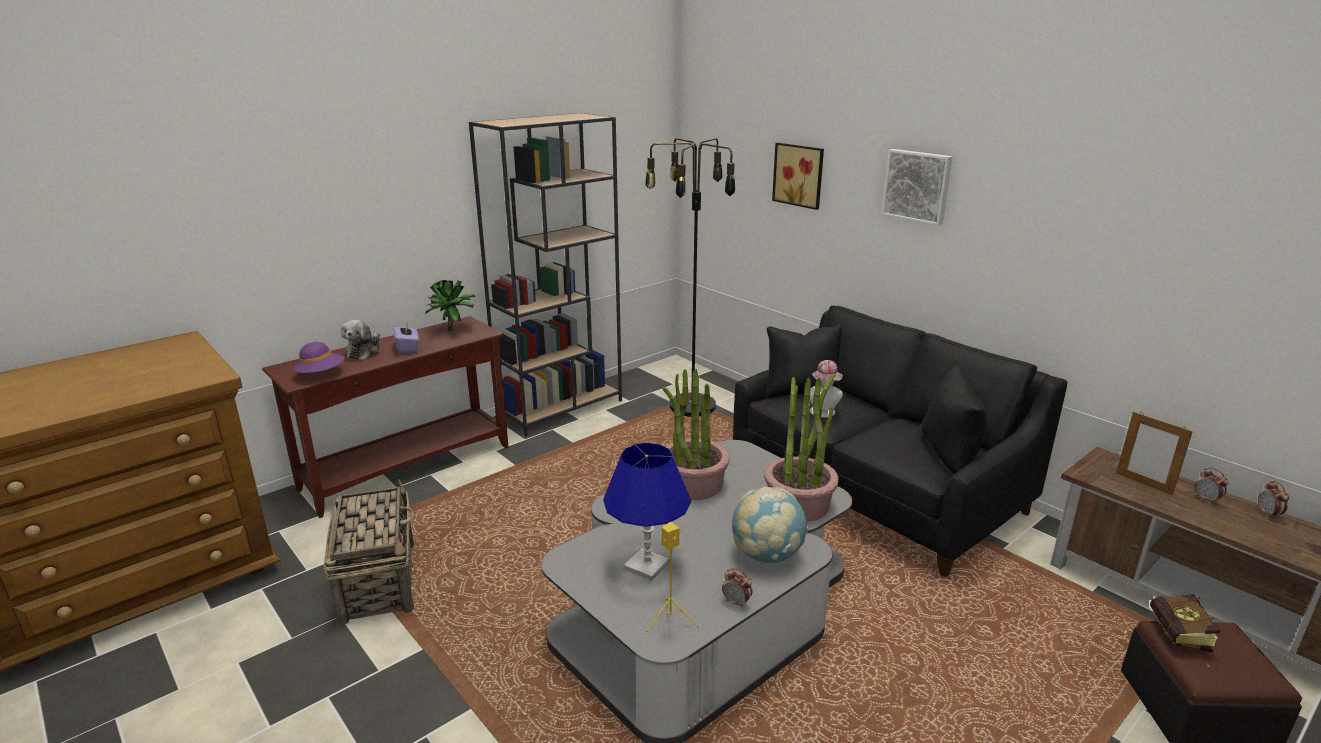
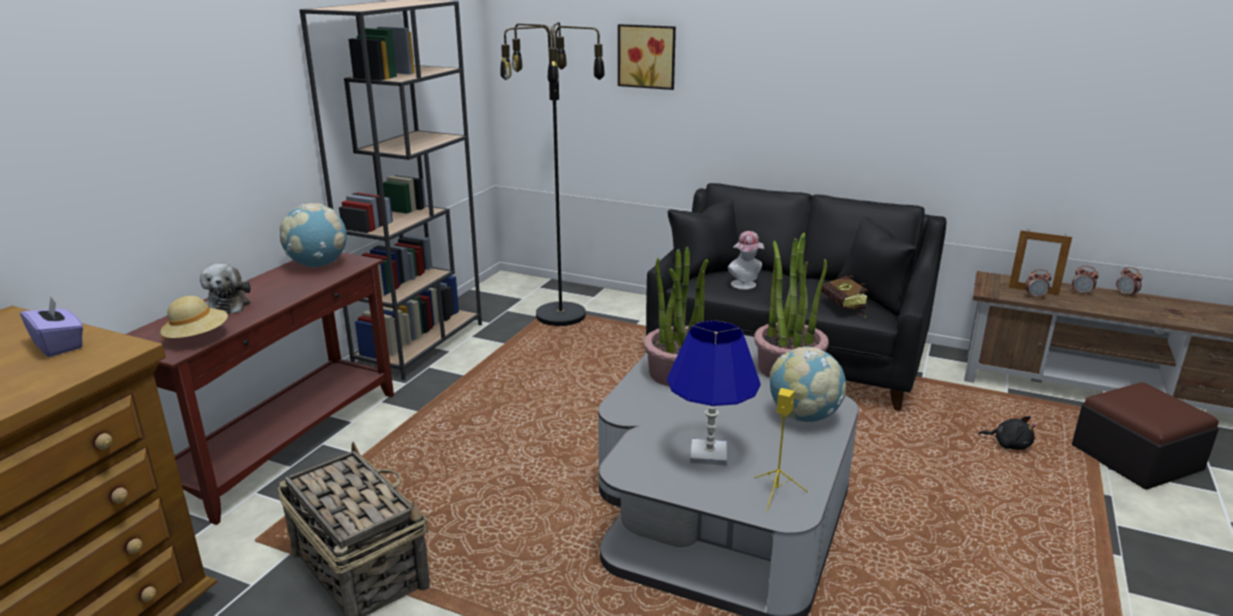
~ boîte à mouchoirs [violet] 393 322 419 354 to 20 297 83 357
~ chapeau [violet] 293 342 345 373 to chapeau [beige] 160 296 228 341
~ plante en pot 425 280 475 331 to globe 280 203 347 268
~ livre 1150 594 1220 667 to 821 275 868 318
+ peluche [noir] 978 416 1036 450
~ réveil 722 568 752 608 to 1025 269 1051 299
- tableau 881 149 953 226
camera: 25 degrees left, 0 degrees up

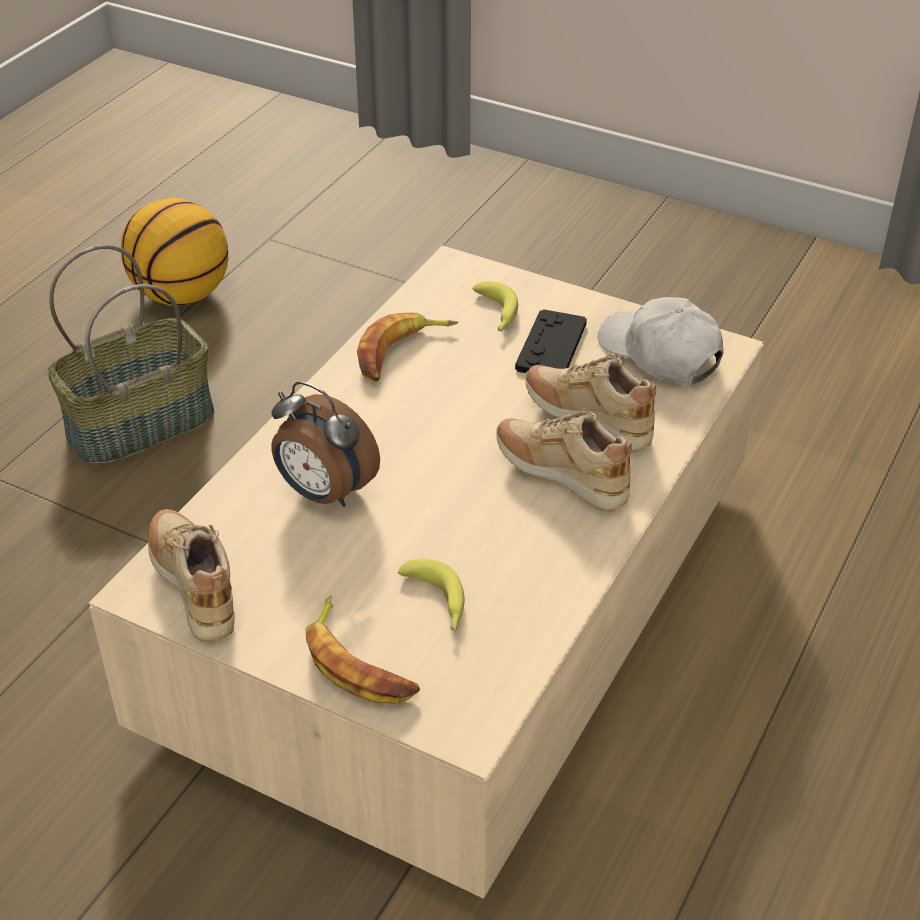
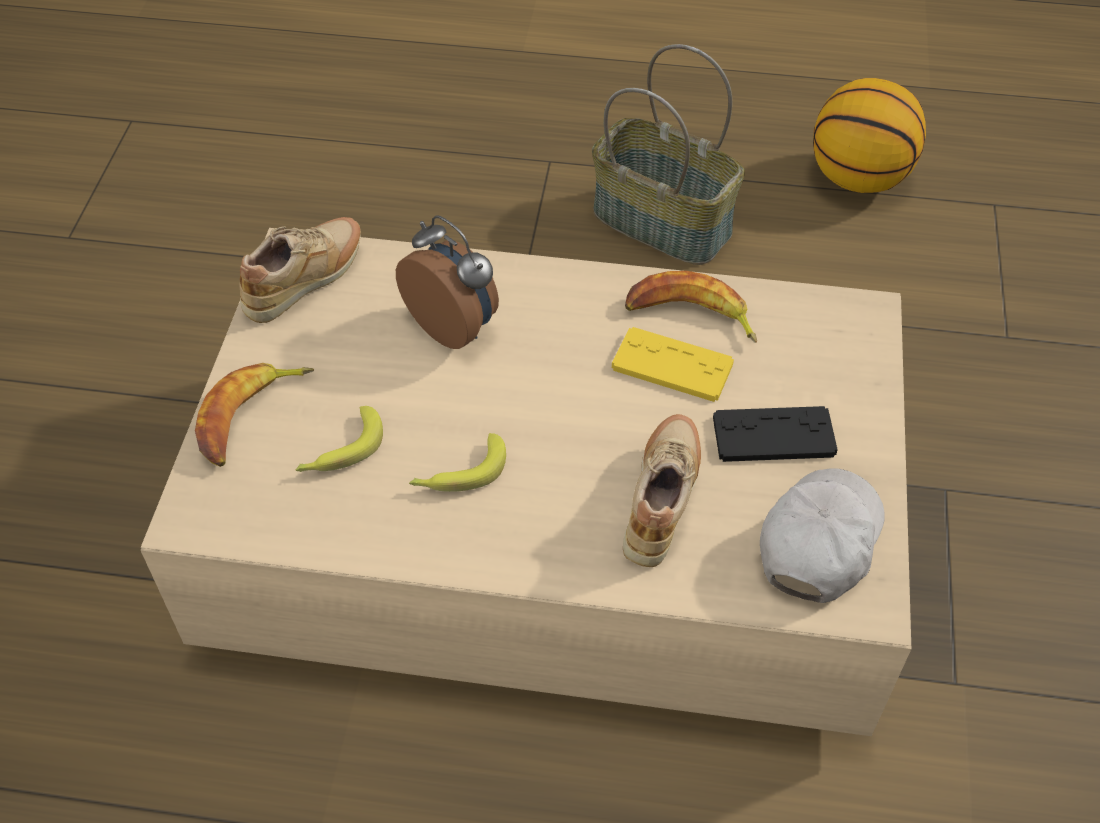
~ réveil 271 381 380 507 = 396 215 499 349 120 degrees clockwise
~ banane 472 281 518 332 to 409 433 506 492
+ manette [jaune] 612 327 734 402
- chaussure [beige] 496 409 632 511
camera: 70 degrees right, 10 degrees up

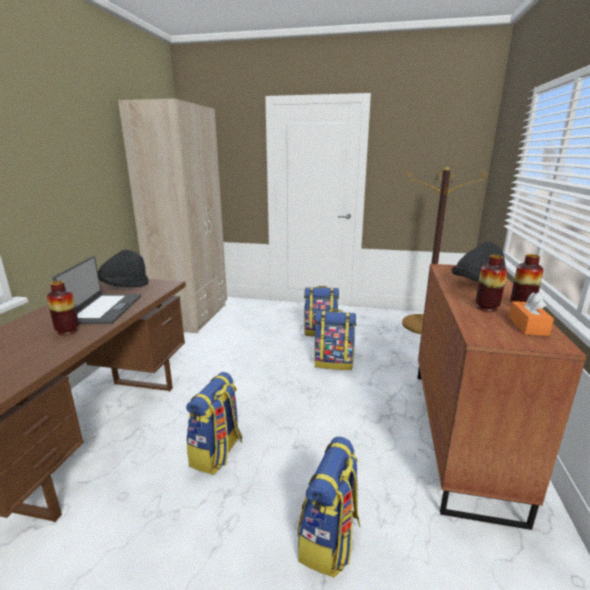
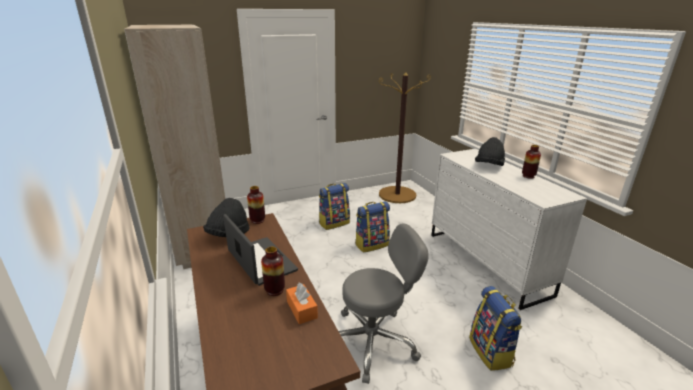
~ vase 475 255 507 312 to 247 186 265 224
~ boîte à mouchoirs [orange] 509 292 554 336 to 286 283 318 324
~ sac à dos 186 372 242 475 to chaise de bureau [gris] 339 223 429 384
~ commode [marron] 417 264 587 530 to commode [blanc] 431 149 587 310
camera: 35 degrees left, 5 degrees up

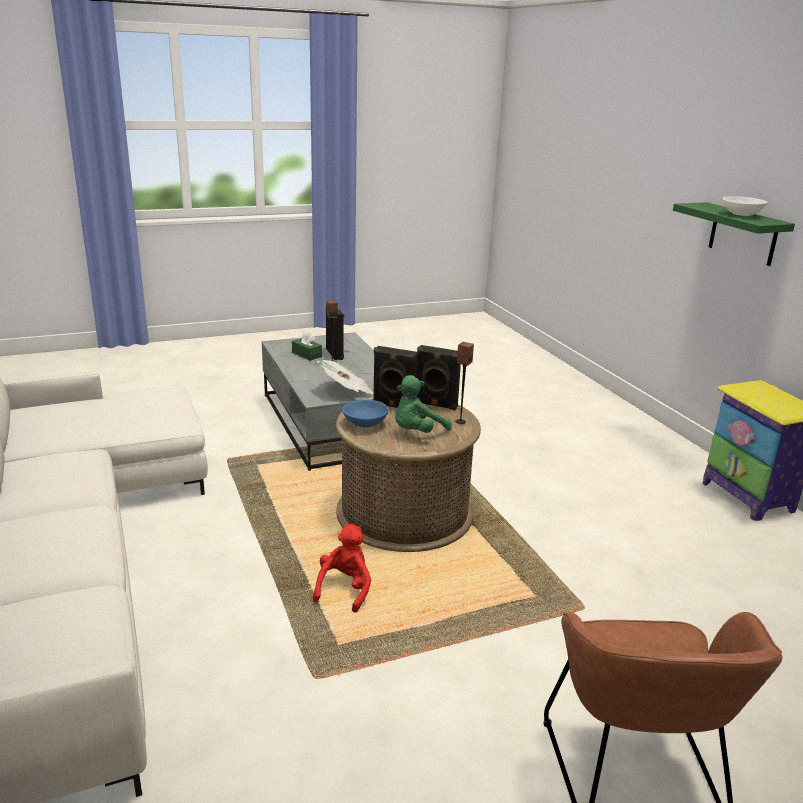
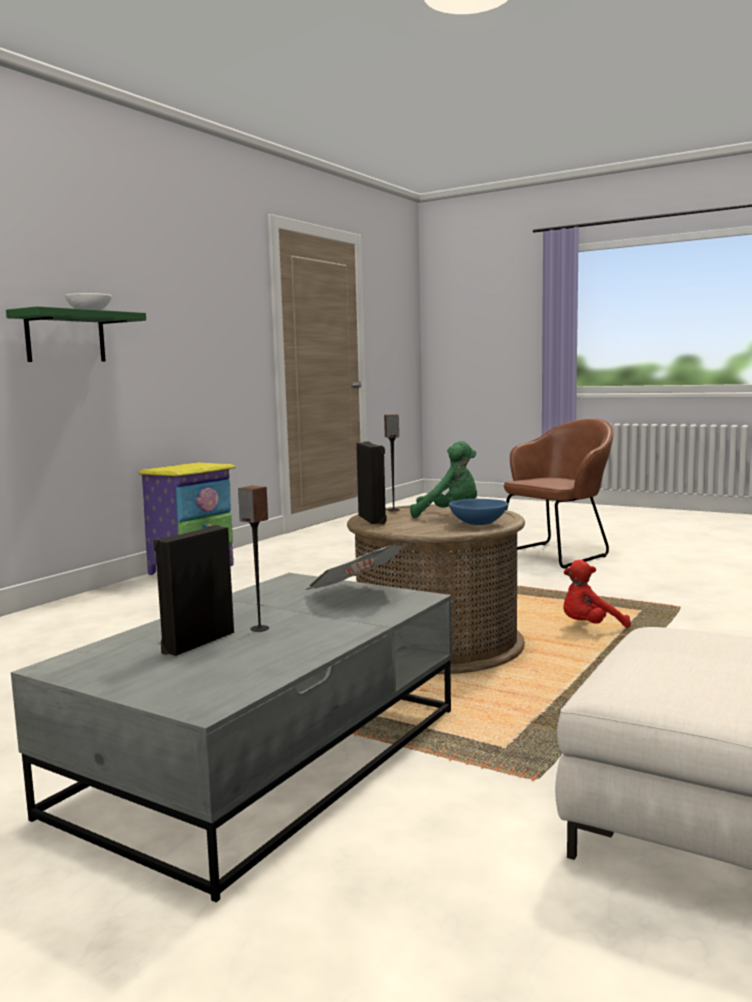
- boîte à mouchoirs [vert] 292 331 322 361
- enceinte [noir] 373 346 418 408
camera: 125 degrees left, 15 degrees down

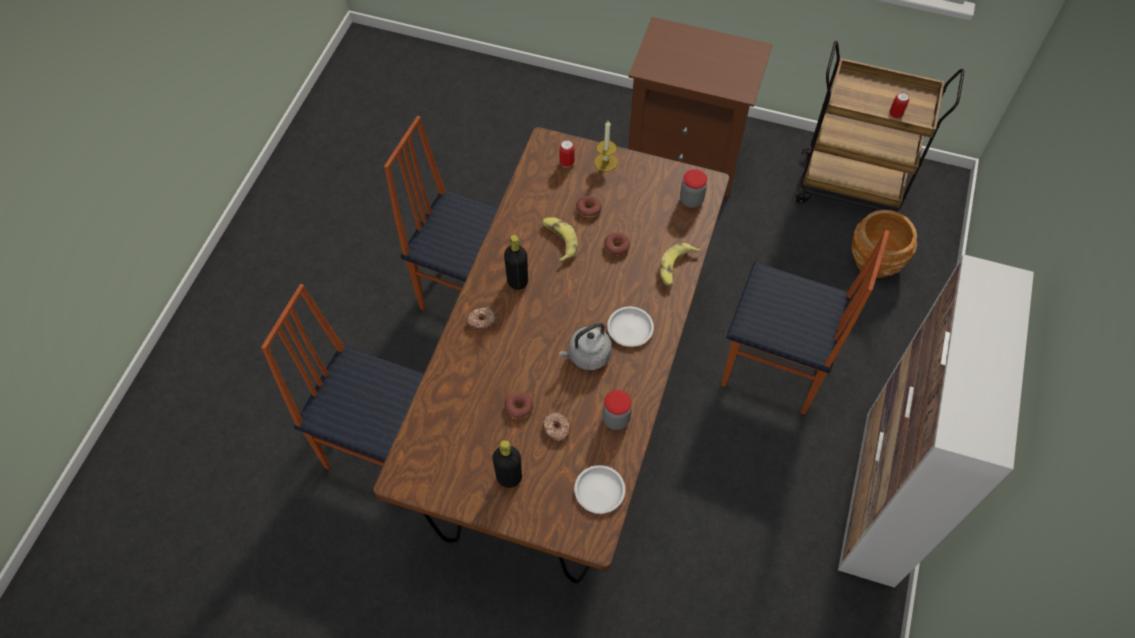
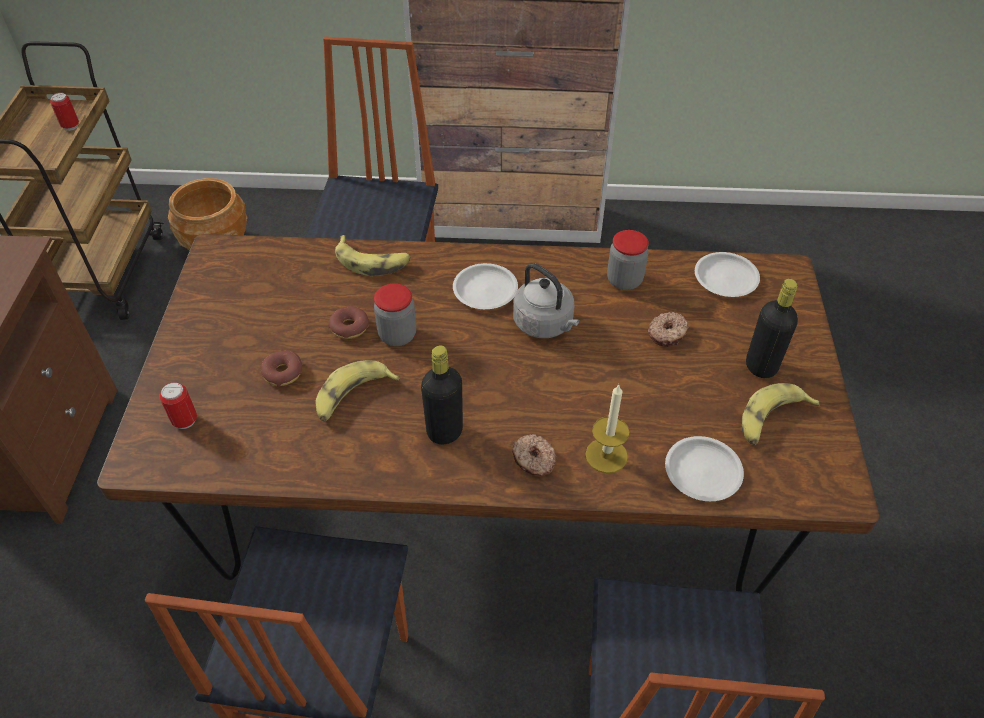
~ bocal 680 169 707 208 to 374 283 416 346
~ bougie 594 121 617 172 to 585 384 629 473
+ assiette [blanc] 665 436 744 501
+ banane 741 383 820 445
- beignet 505 392 533 419
camera: 105 degrees left, 10 degrees down

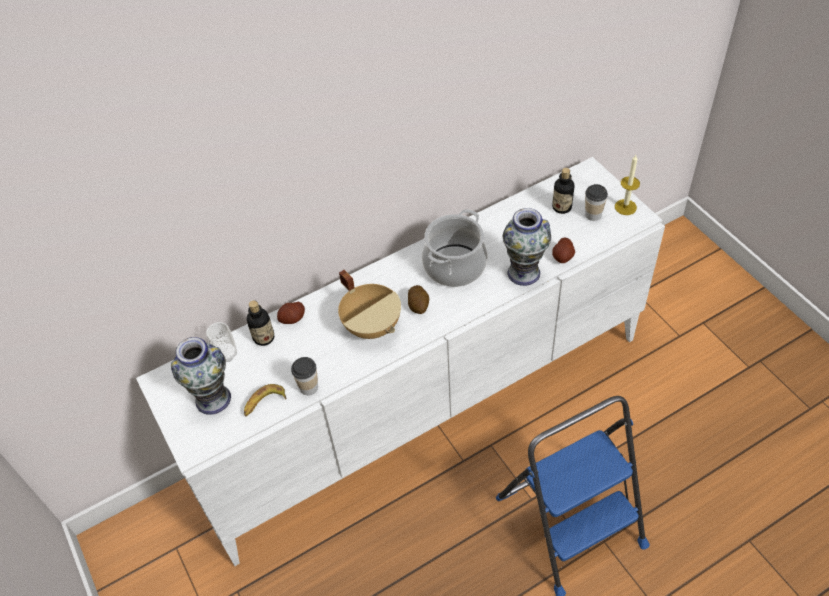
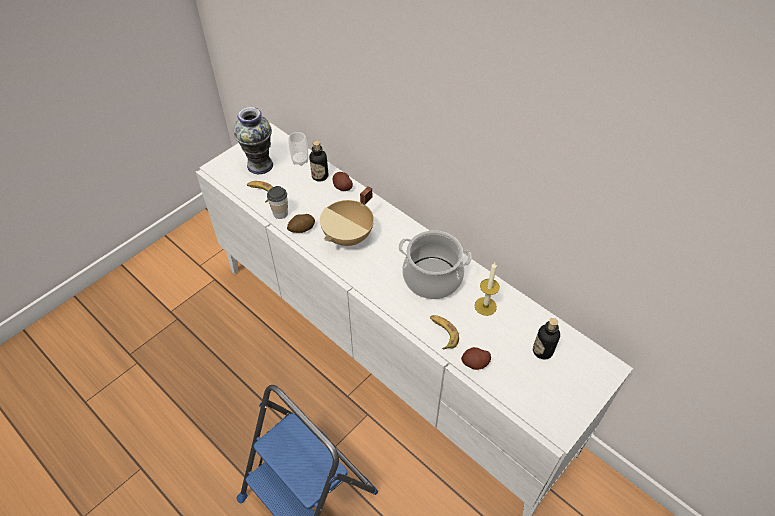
~ pomme de terre 408 285 429 314 to 287 214 315 233
~ vase 503 208 551 286 to banane 430 315 459 349
~ bougie 615 155 640 215 to 475 263 500 316
- tasse 585 184 608 221
camera: 70 degrees right, 0 degrees up

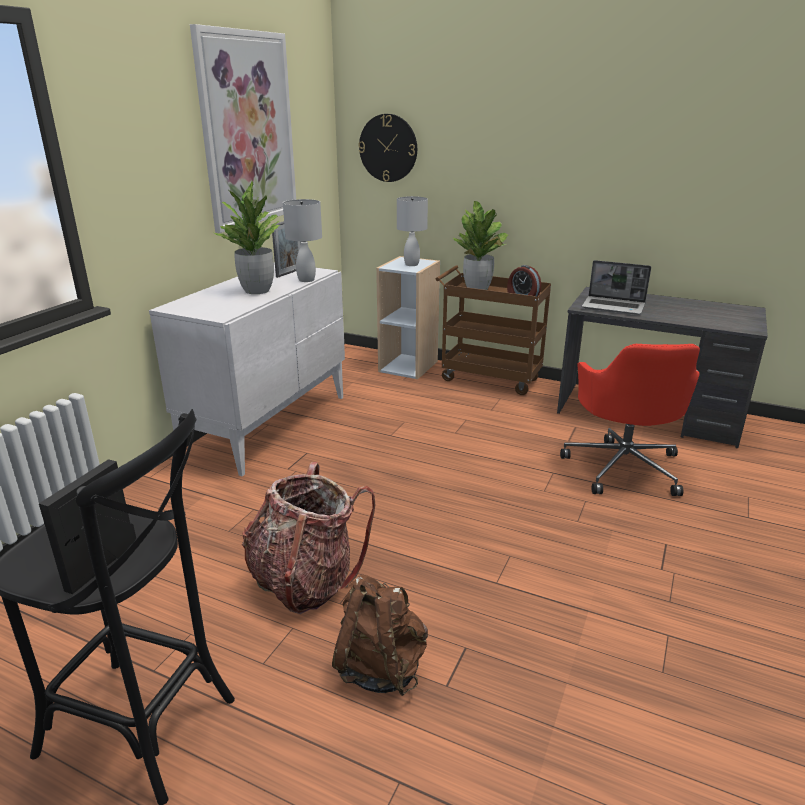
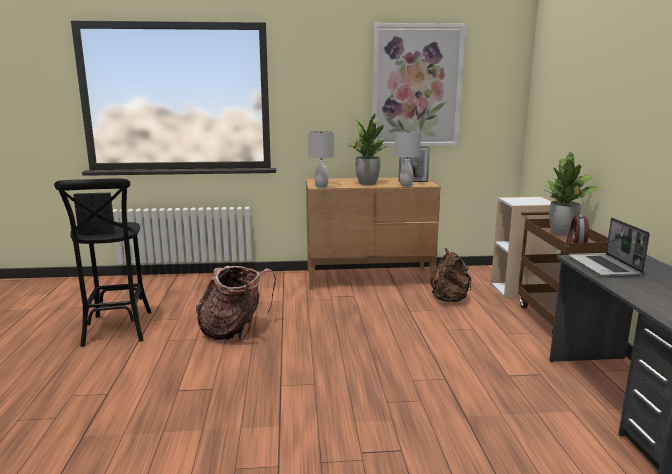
~ meuble de rangement [blanc] 149 262 345 477 to meuble de rangement [marron] 306 178 441 289
~ lampe de table [blanc] 397 196 428 266 to 308 131 334 188
~ sac à dos [marron] 332 574 428 696 to 430 248 471 302
- horloge murale 358 114 417 182
- chaise de bureau [rouge] 560 344 700 496
camera: 60 degrees right, 10 degrees down

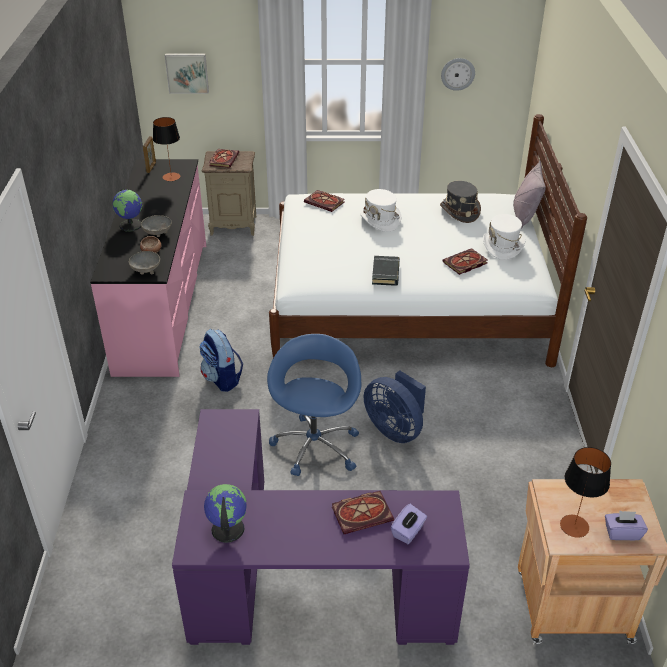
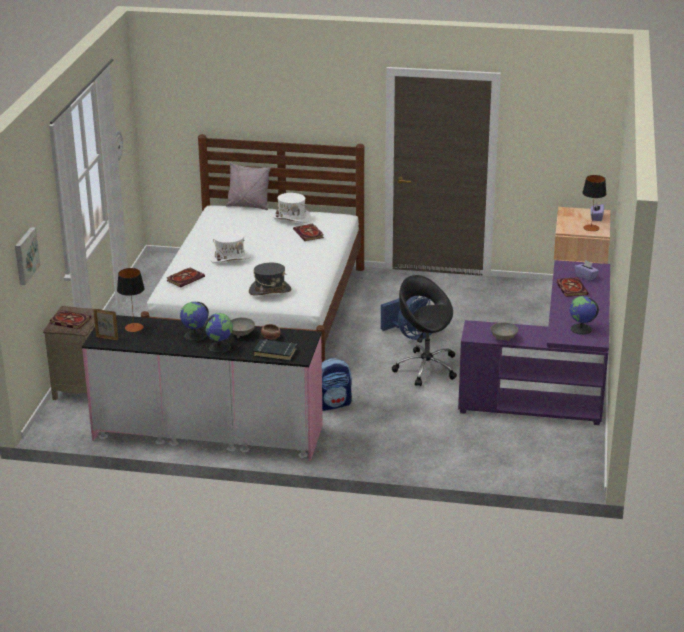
+ globe 180 302 209 341
~ chapeau [gris] 440 181 481 223 to 249 263 292 296
~ livre [noir] 372 256 400 286 to 253 339 297 362
~ chaise de bureau [bleu] 267 334 361 476 to chaise de bureau [noir] 392 275 457 386
~ bol [gris] 129 251 160 274 to 490 322 518 341
camera: 80 degrees left, 10 degrees down

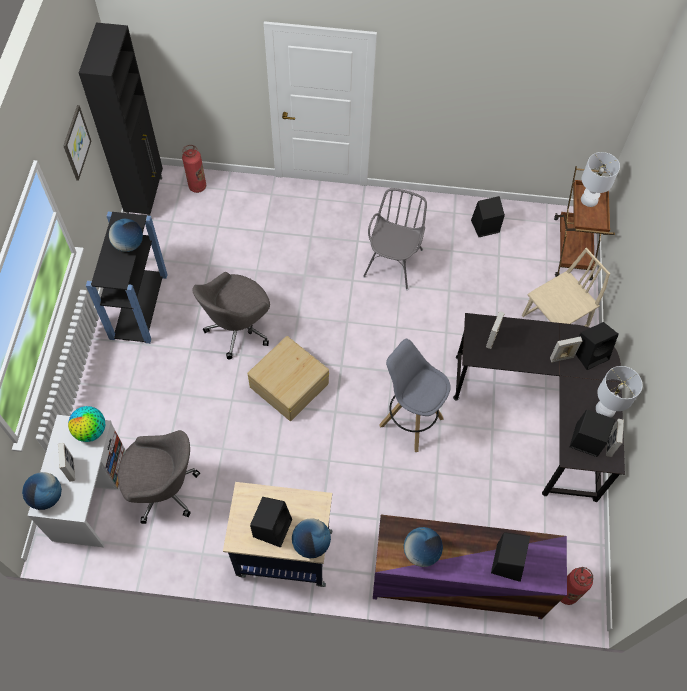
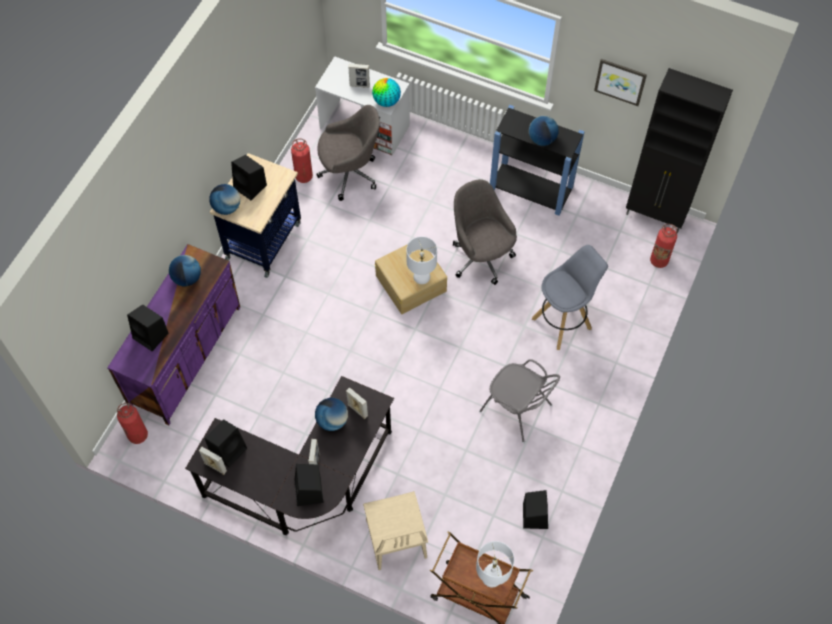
+ extincteur 291 138 313 183
~ globe 22 472 62 510 to 315 398 348 431
~ chaise de bureau [gris] 118 430 200 524 = 316 105 380 201 120 degrees counterclockwise
~ lampe de table [blanc] 596 366 642 418 to 406 237 437 284
~ tabouret [gris] 379 339 451 452 to 532 245 608 350
camera: 110 degrees right, 0 degrees up

